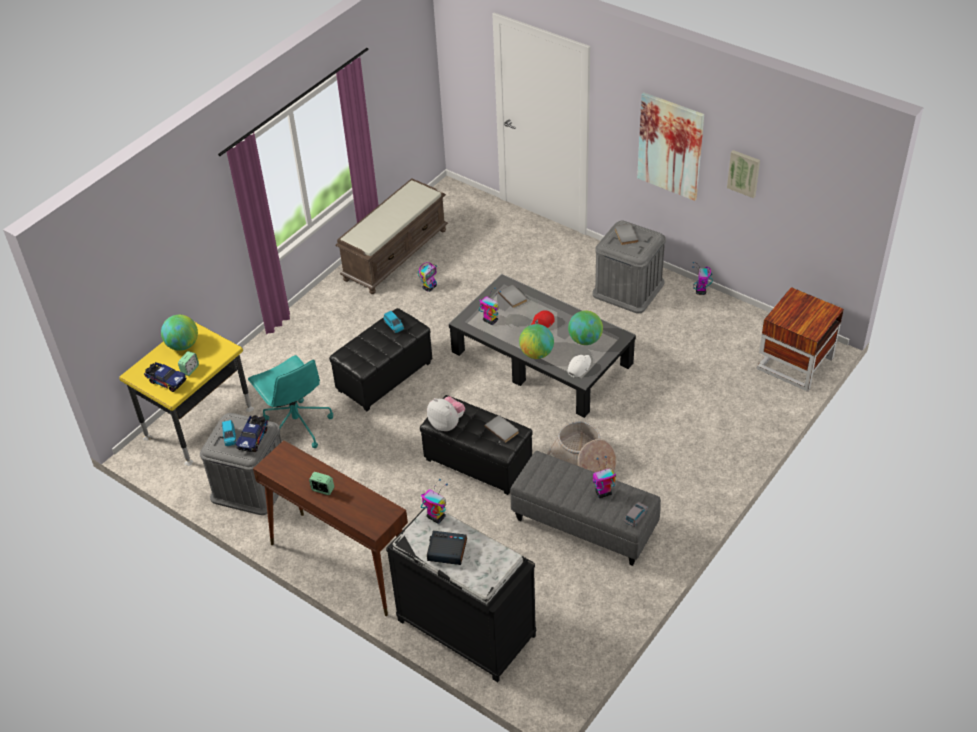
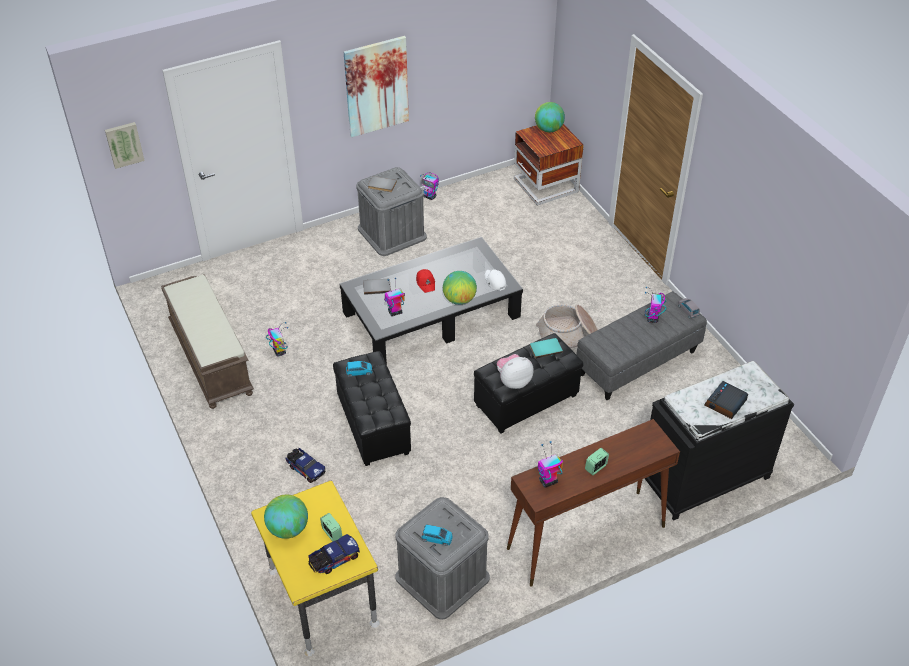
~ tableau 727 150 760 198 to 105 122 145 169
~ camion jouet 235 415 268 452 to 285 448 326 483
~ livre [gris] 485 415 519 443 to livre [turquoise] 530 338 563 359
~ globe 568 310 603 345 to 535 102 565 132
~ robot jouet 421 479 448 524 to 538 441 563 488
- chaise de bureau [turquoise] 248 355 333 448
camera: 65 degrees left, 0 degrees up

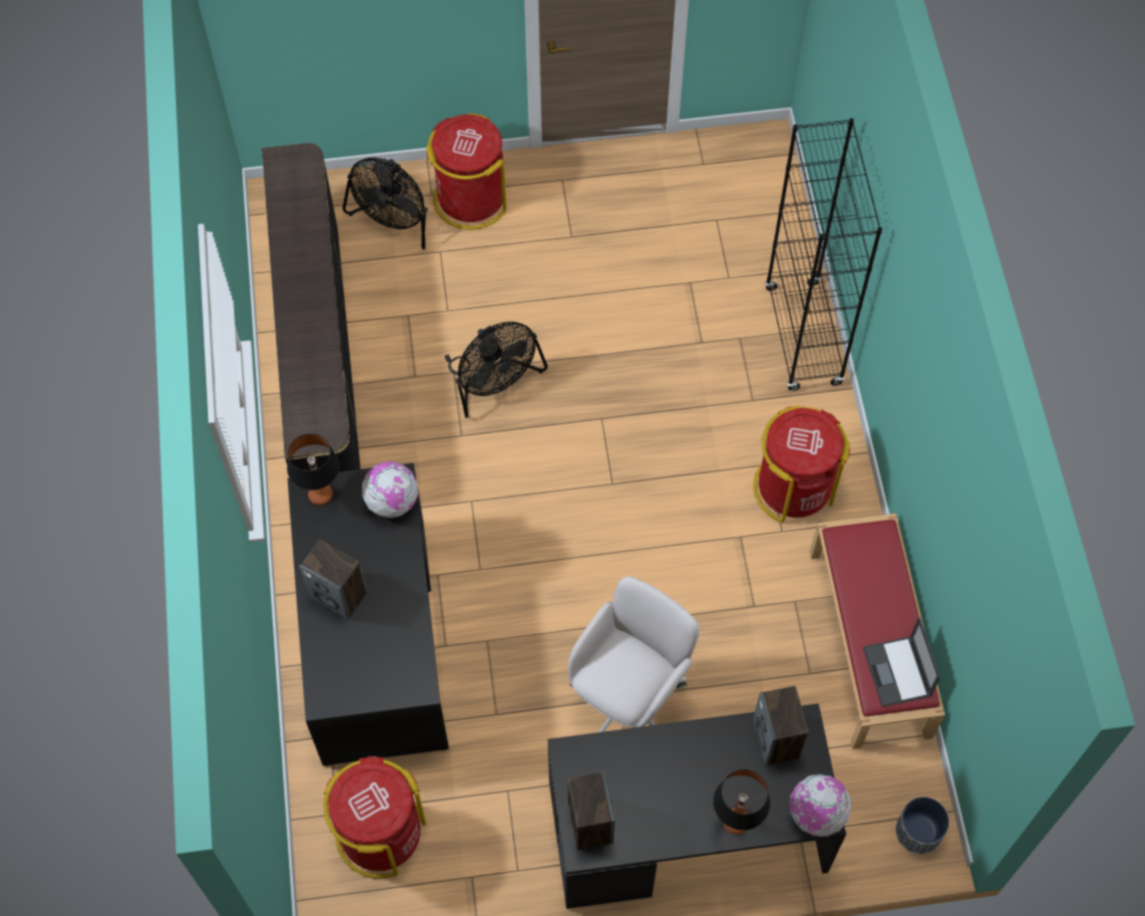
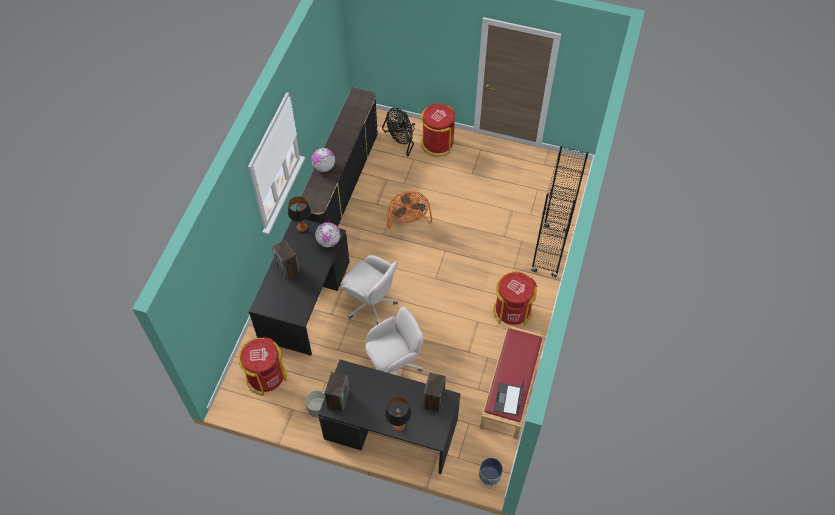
+ cache-pot [gris] 305 391 325 417
~ globe 790 774 852 837 to 311 148 335 172
+ chaise de bureau [blanc] 342 255 398 324
~ ventilateur [noir] 445 322 548 418 to ventilateur [orange] 387 191 432 229
camera: 25 degrees right, 5 degrees down

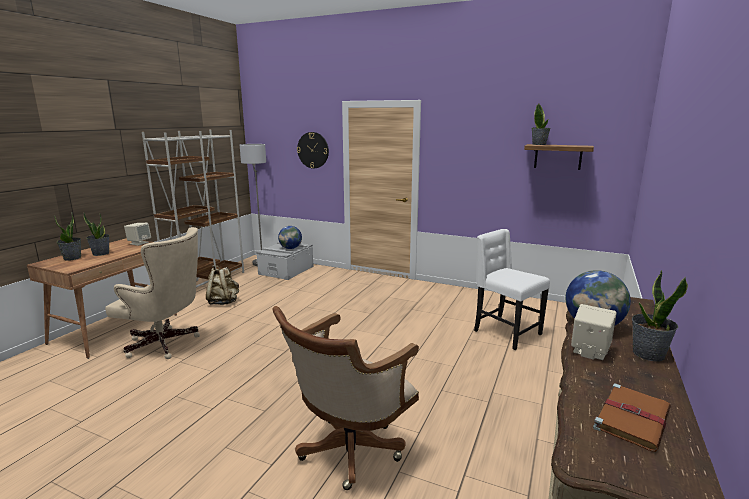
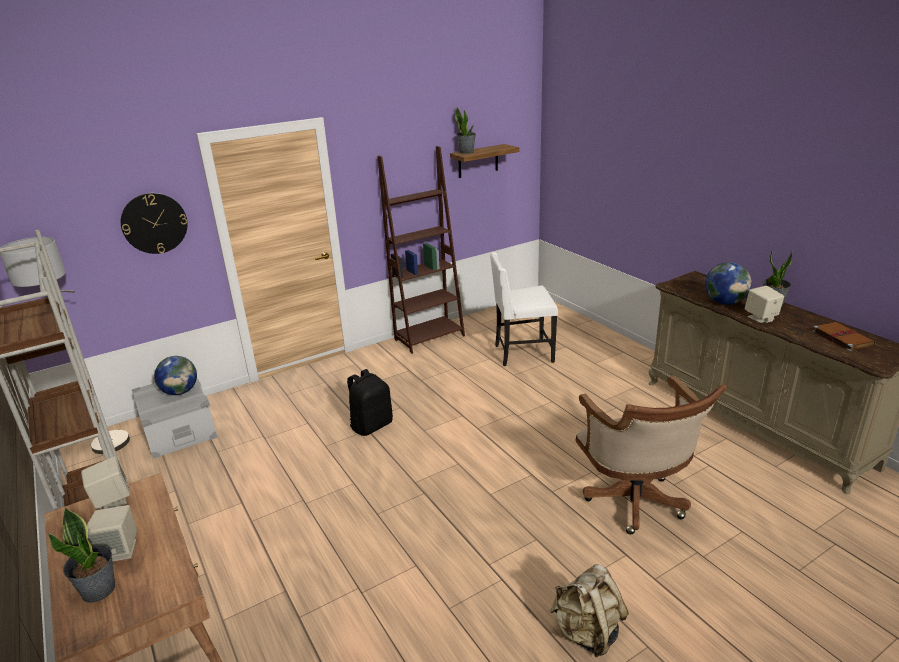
~ plante en pot 83 212 109 256 to enceinte [beige] 87 505 137 562
+ sac à dos [noir] 347 369 393 436
+ bibliothèque [marron] 377 146 465 354
~ sac à dos [beige] 206 265 239 305 to 550 564 629 657
- chaise de bureau [beige] 105 227 200 359
camera: 55 degrees left, 10 degrees up

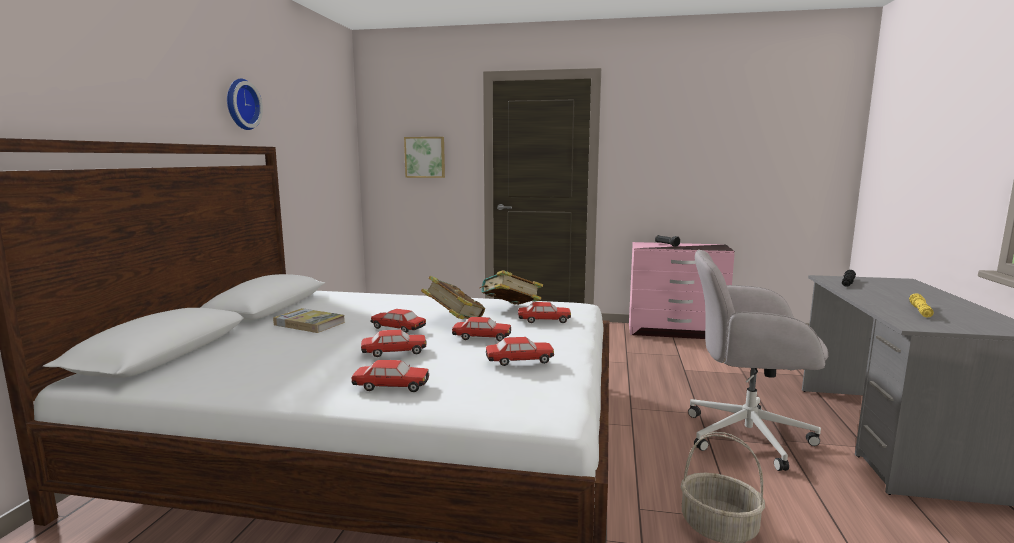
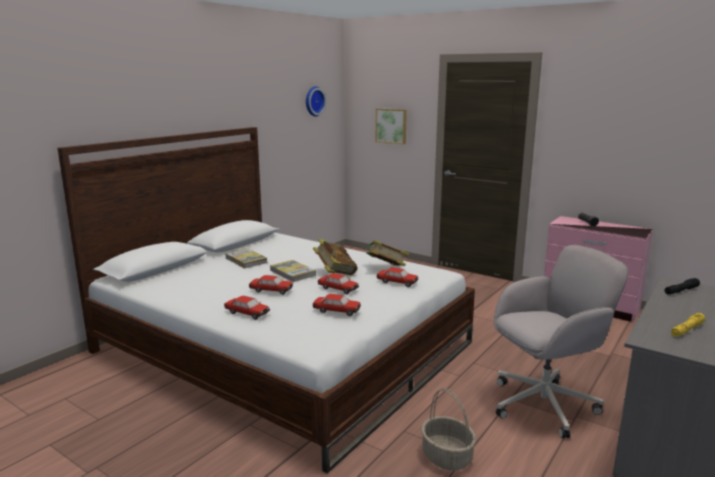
~ petite voiture 370 309 426 333 to livre 270 260 316 282
~ horloge murale 227 79 263 130 to 306 86 326 117
~ chaise de bureau [gris] 688 249 828 471 = 494 245 628 438 120 degrees clockwise
camera: 25 degrees right, 5 degrees up

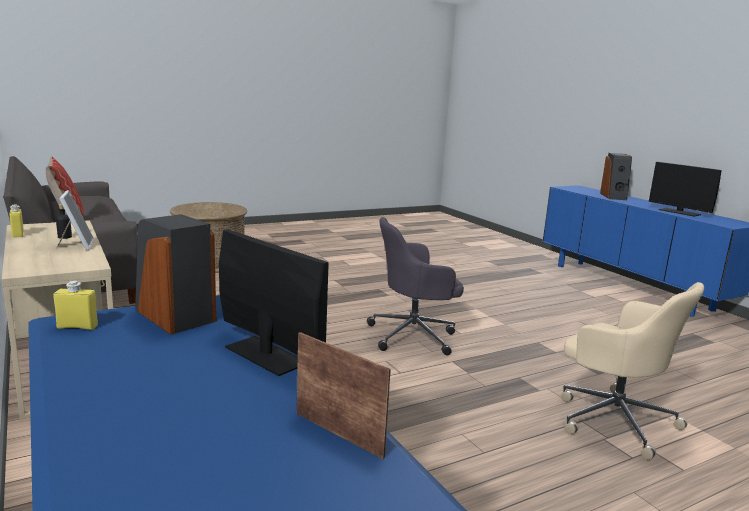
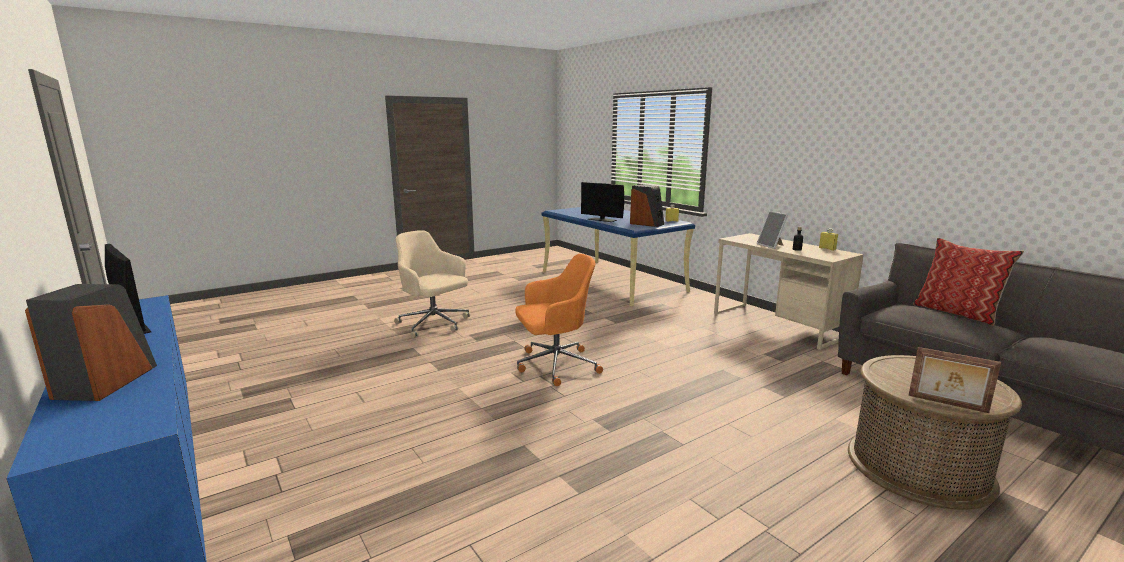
~ chaise de bureau [gris] 367 217 464 356 to chaise de bureau [orange] 515 254 603 386
~ cadre photo 297 332 391 459 to 909 347 1001 413
camera: 175 degrees right, 0 degrees up

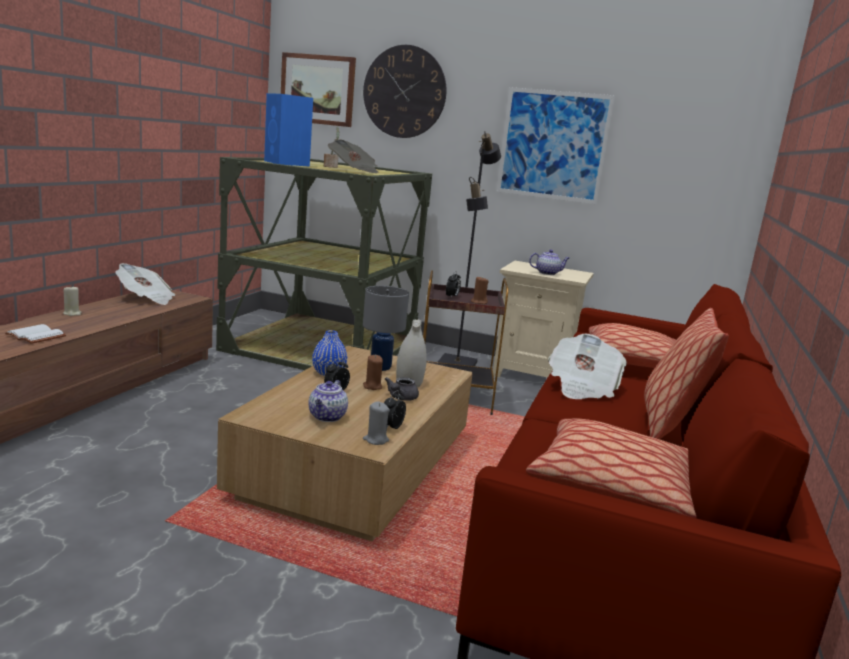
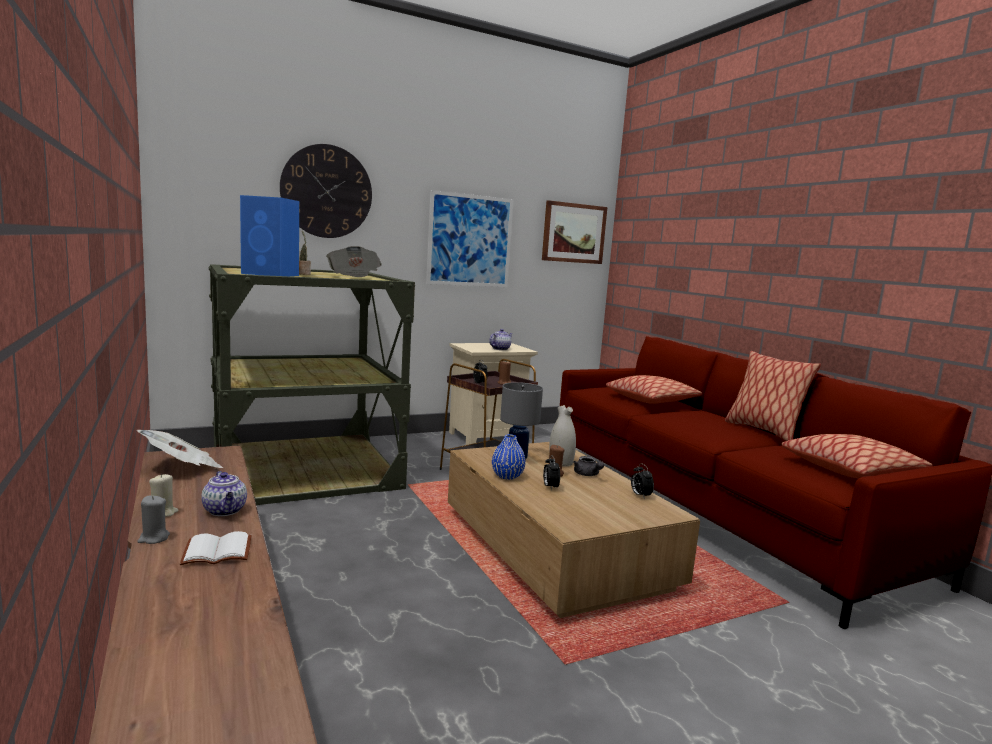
~ bougie [gris] 363 402 390 445 to 137 495 170 544
~ théière 309 380 348 422 to 201 471 247 516
~ tableau 281 52 356 127 to 542 200 607 264
- lampadaire [noir] 438 131 501 366
- journal 548 333 627 399
camera: 45 degrees left, 5 degrees down

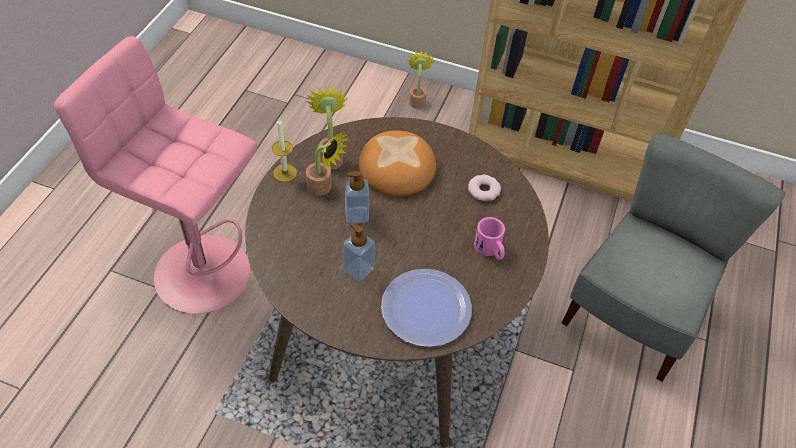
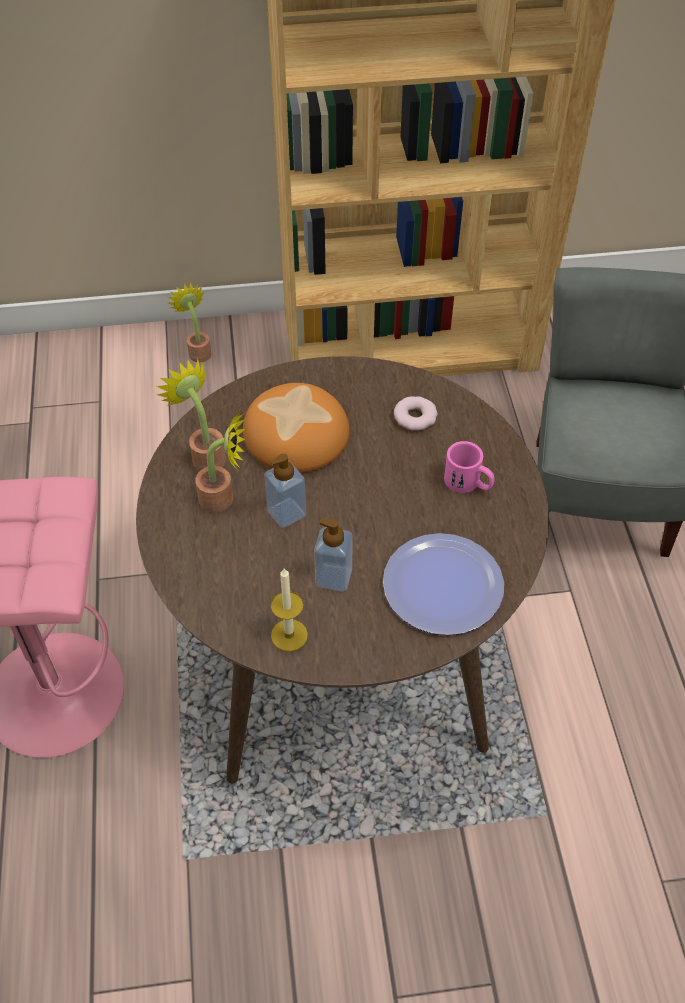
~ bougie 272 118 297 182 to 271 568 308 652
camera: 25 degrees left, 0 degrees up

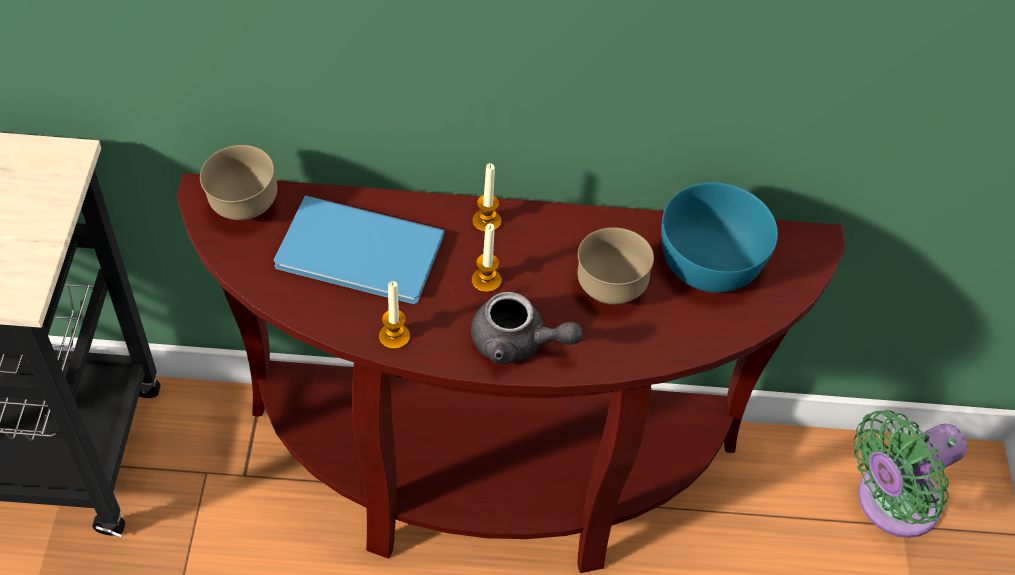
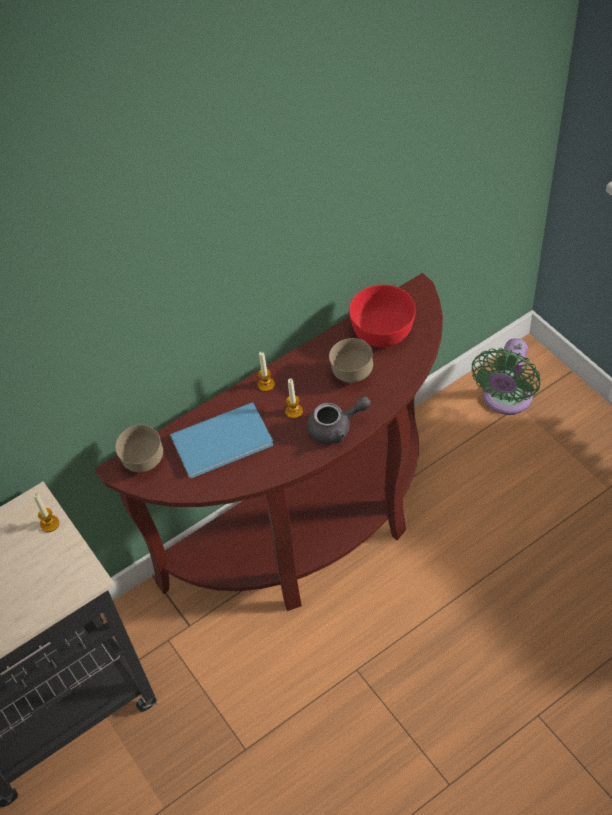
~ bougie 379 281 410 350 to 33 493 59 532
~ bol [turquoise] 661 182 778 293 to bol [rouge] 349 285 416 347
camera: 30 degrees left, 0 degrees up

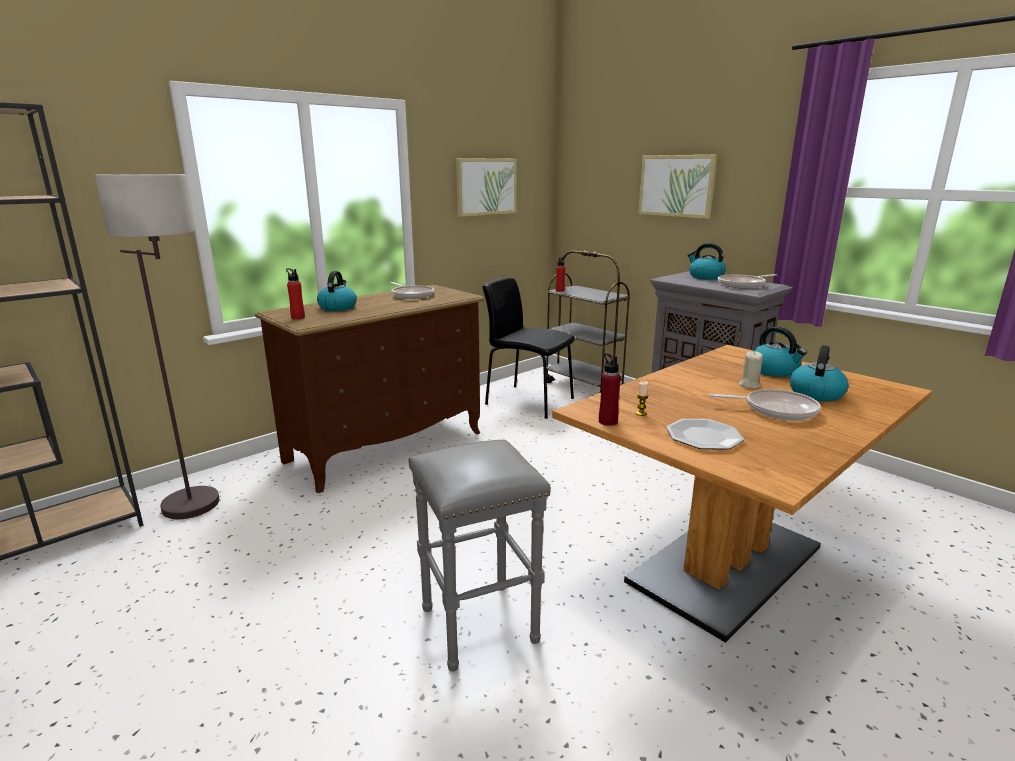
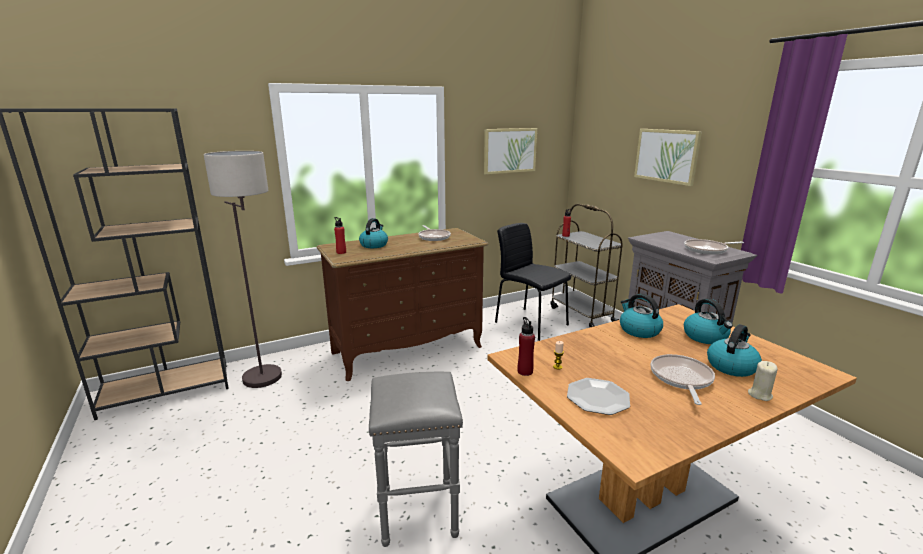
~ bouilloire 687 243 726 280 to 620 293 663 338
~ poêle 709 389 821 421 = 651 354 715 405 105 degrees counterclockwise
~ bougie [beige] 739 351 763 389 to 748 361 778 401
camera: 15 degrees right, 0 degrees up

